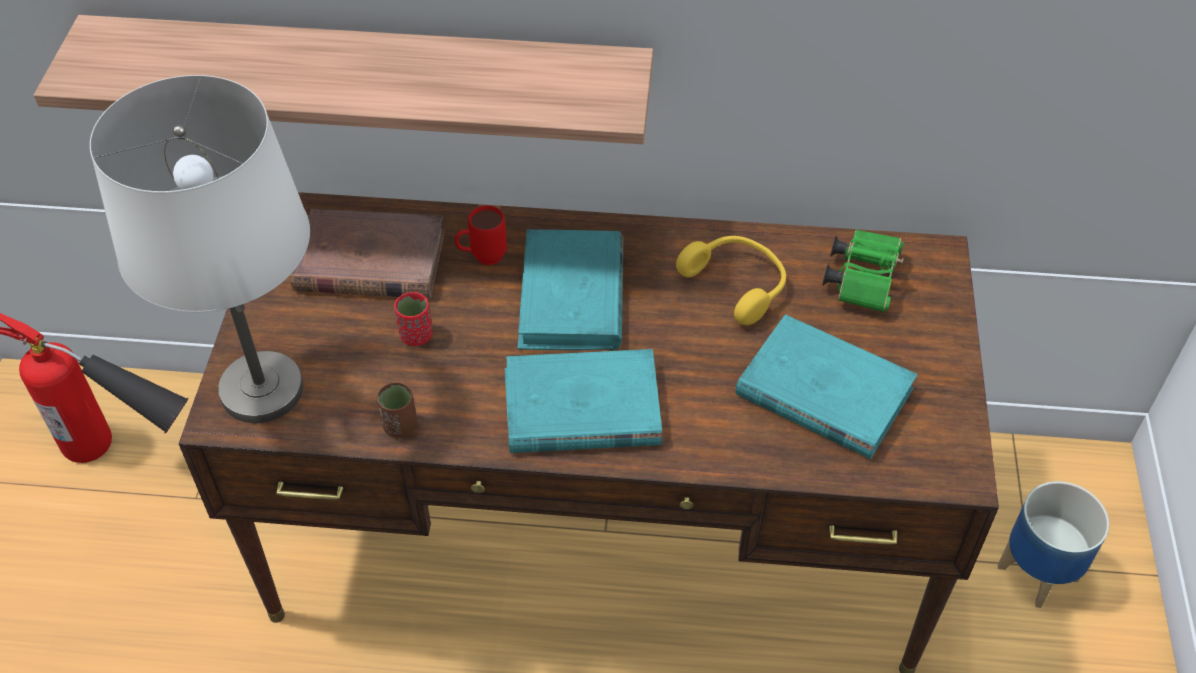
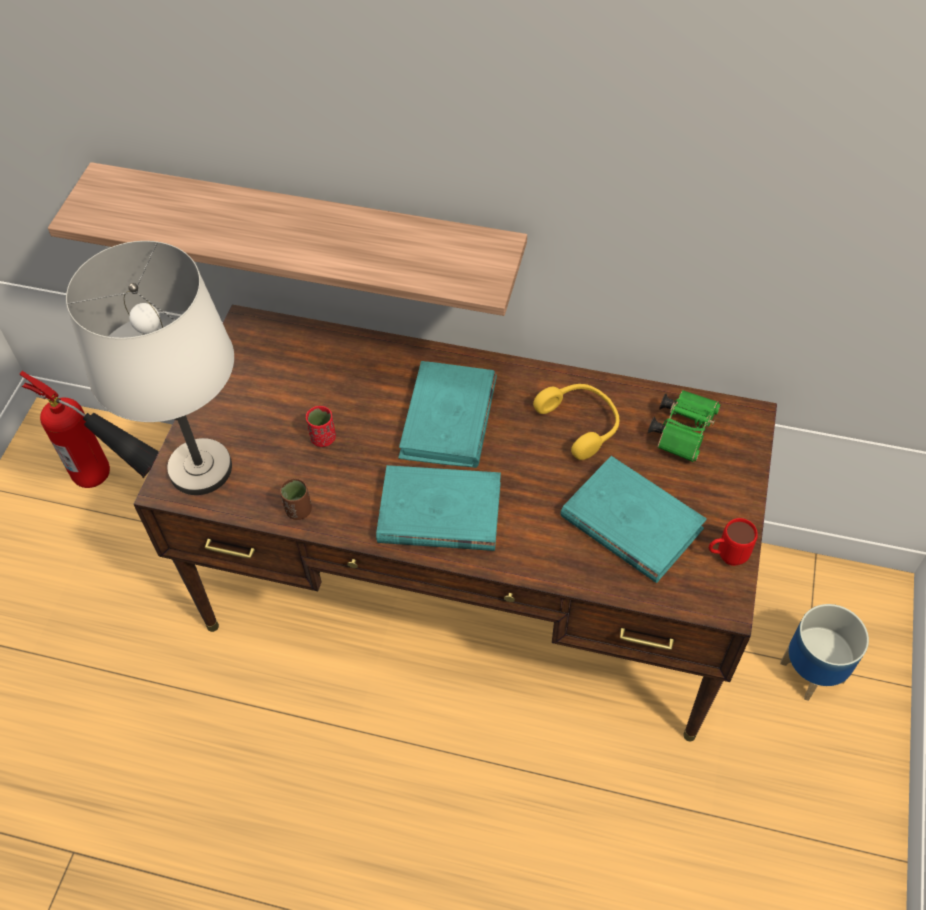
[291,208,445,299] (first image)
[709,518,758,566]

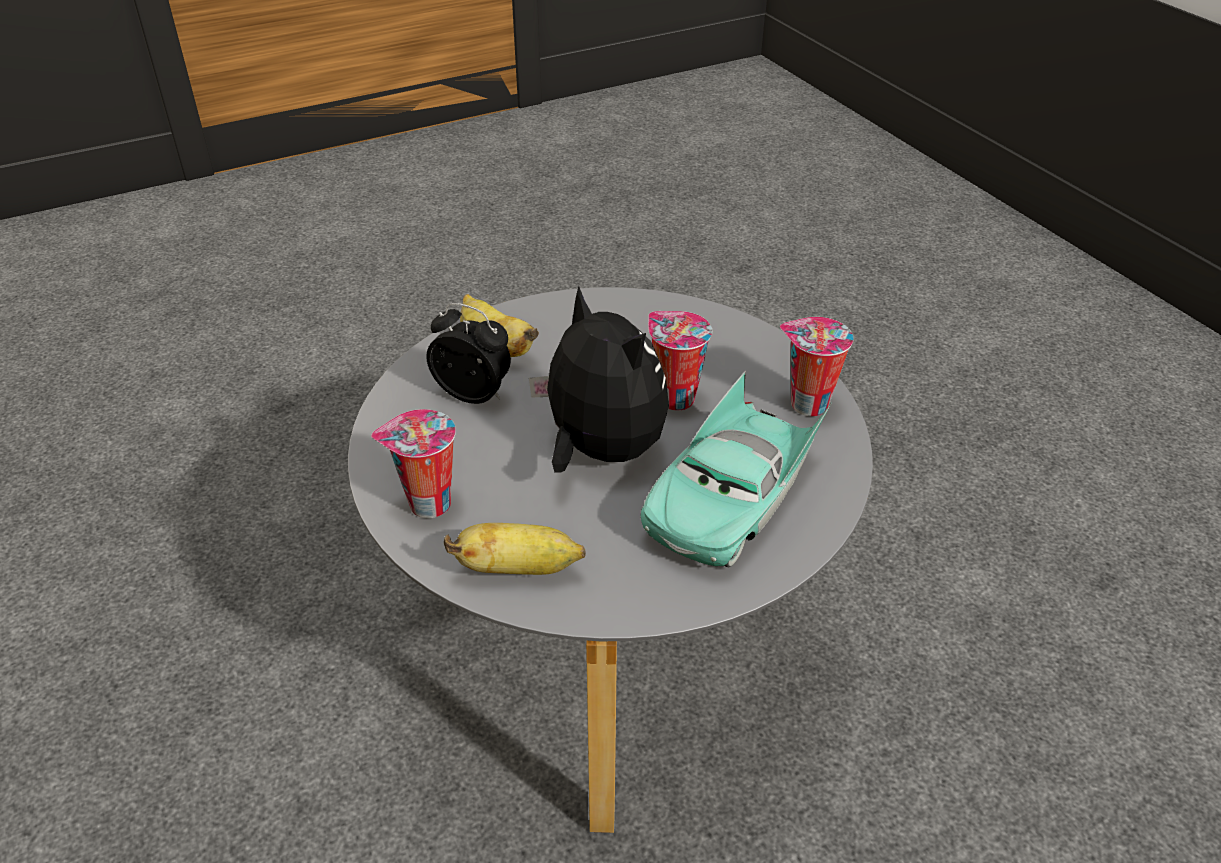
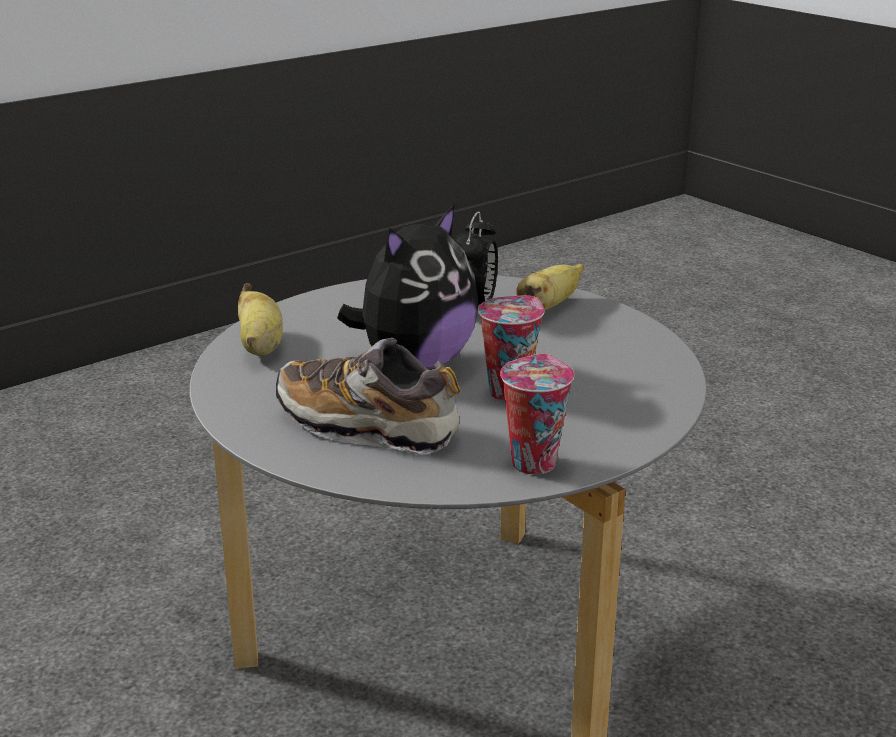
[371,409,456,518] (first image)
[276,338,460,455]

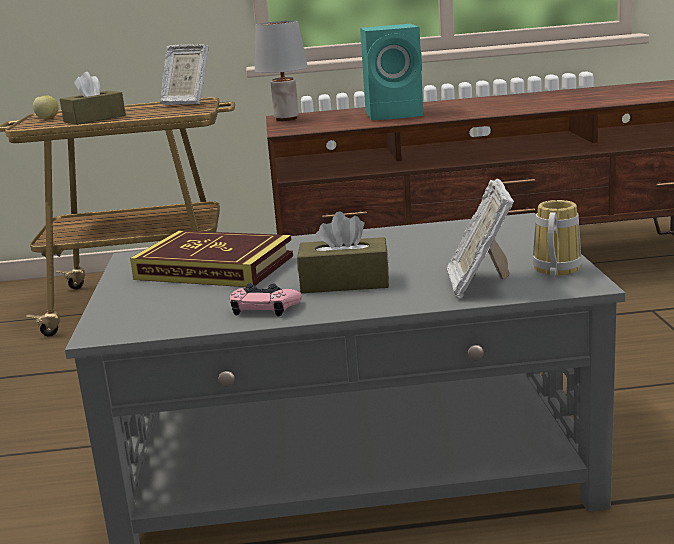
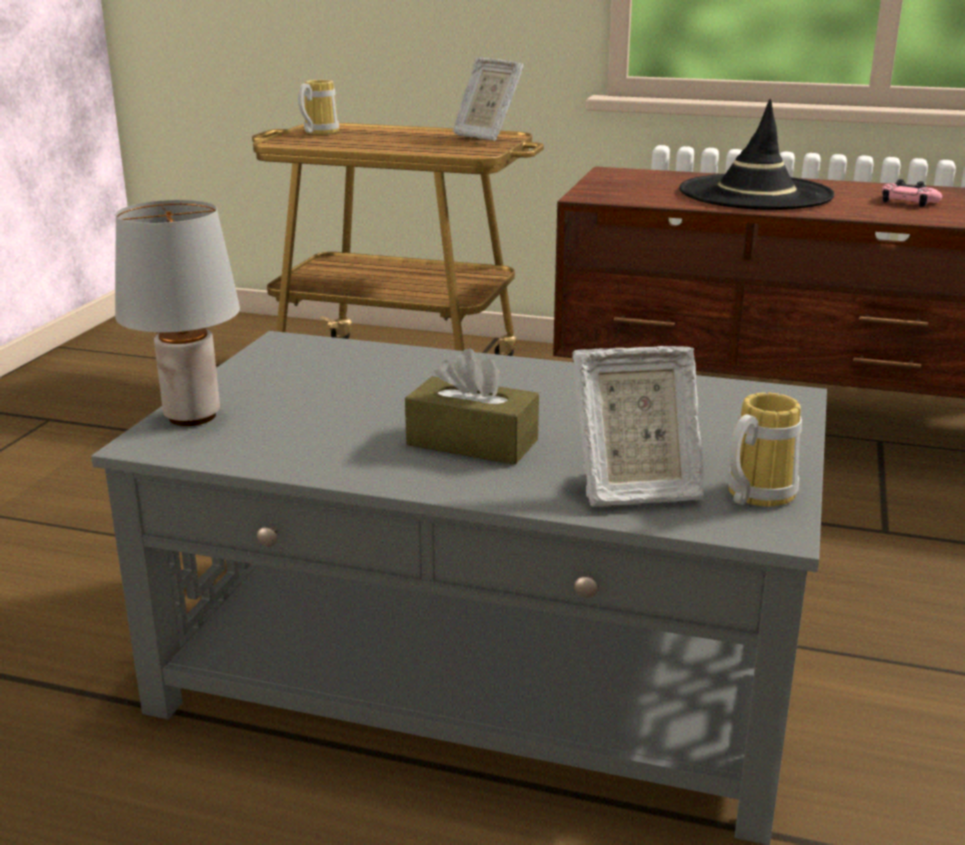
[298,80,339,135]
[60,72,126,125] (first image)
[130,231,293,287] (first image)
[881,179,942,207]
[115,200,240,426]
[679,99,835,210]
[572,346,704,507]

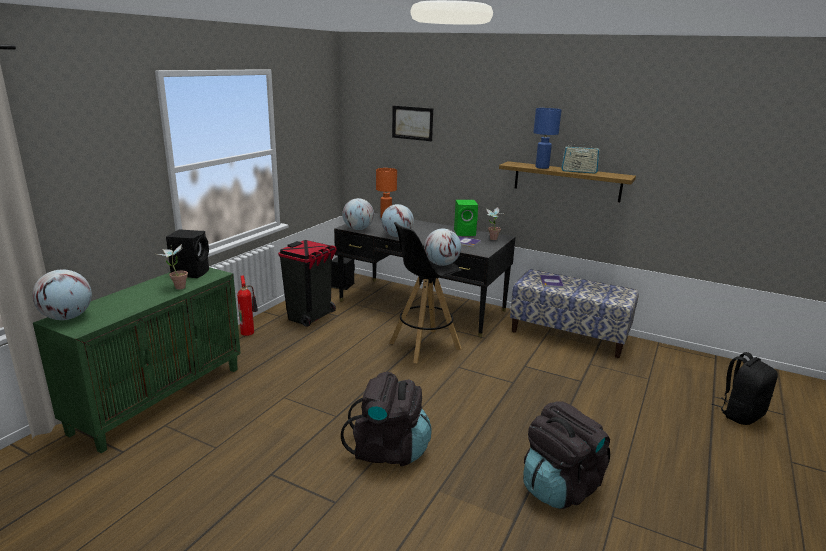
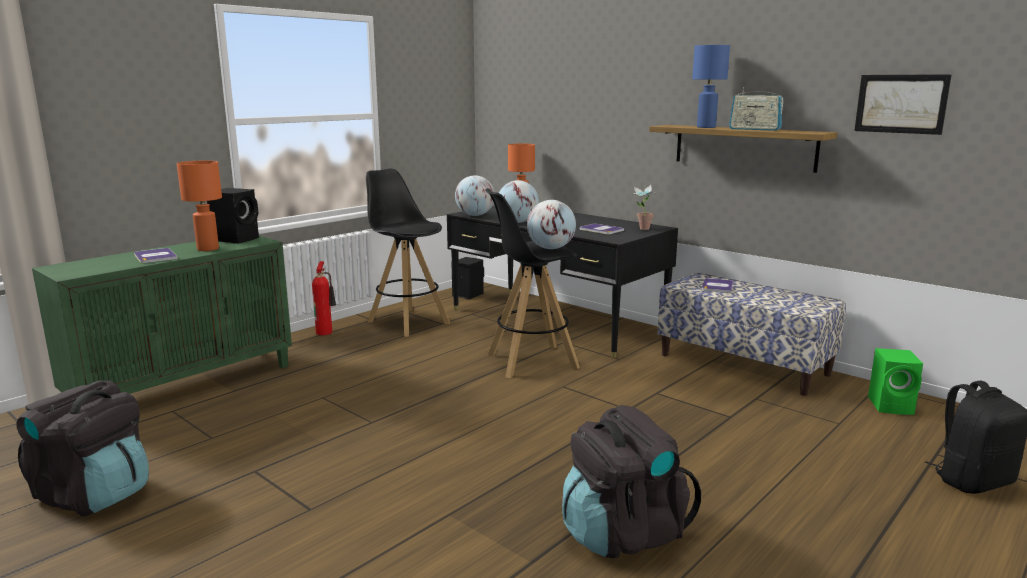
[32,269,92,320] (first image)
[177,161,222,251]
[366,169,450,337]
[16,380,149,516]
[854,74,952,135]
[868,348,923,415]
[134,248,177,263]

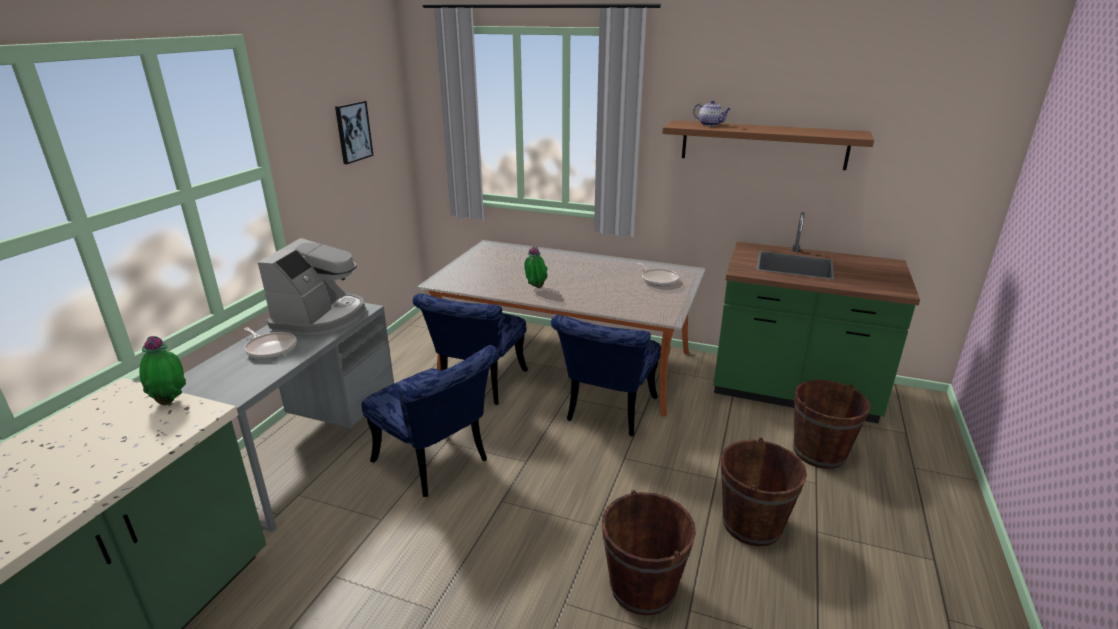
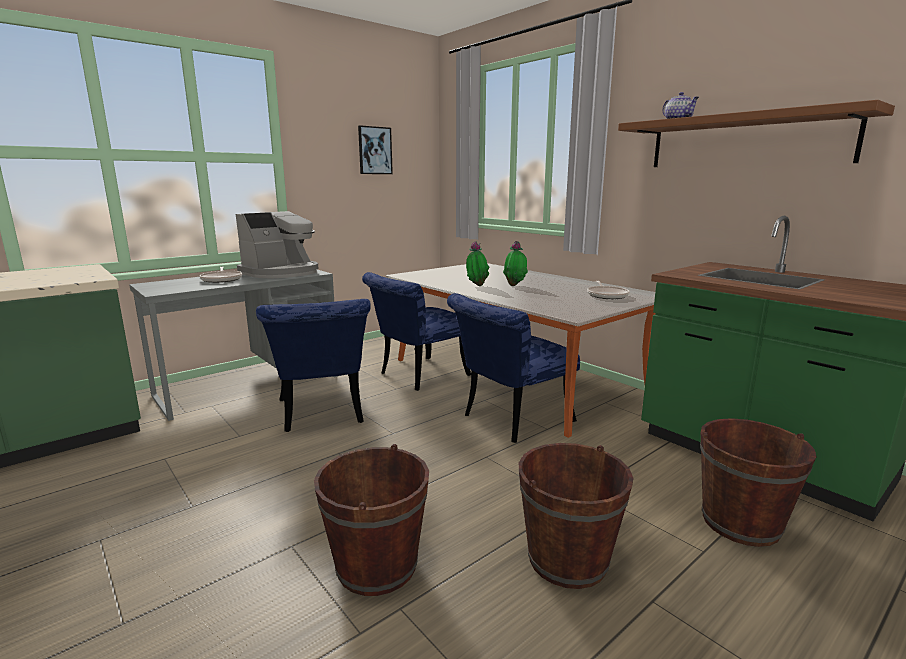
[503,241,528,286]

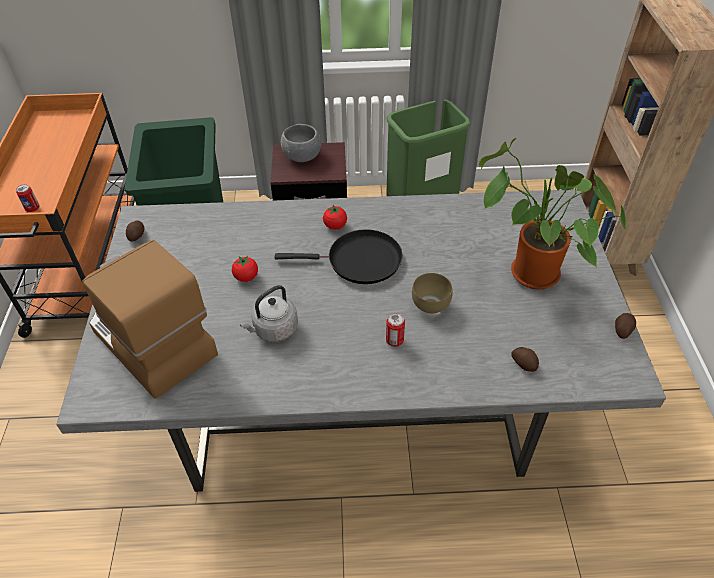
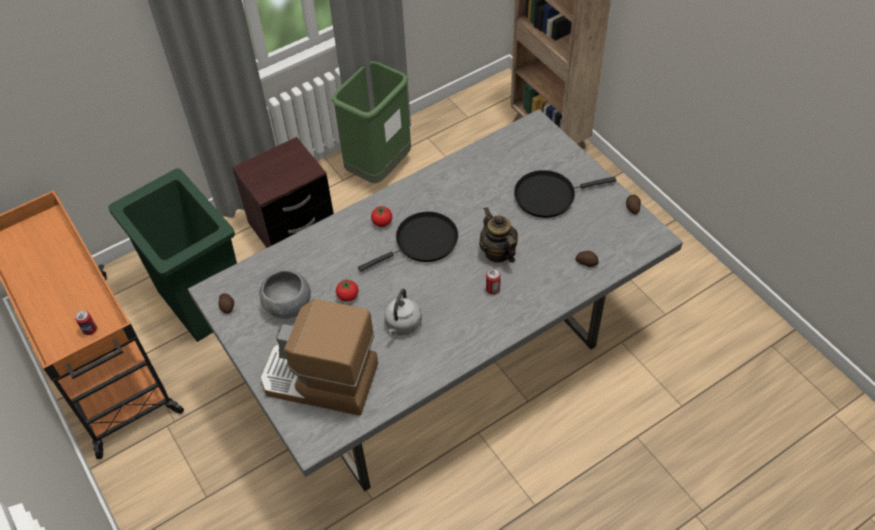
[259,270,311,319]
[479,207,518,263]
[514,170,616,218]

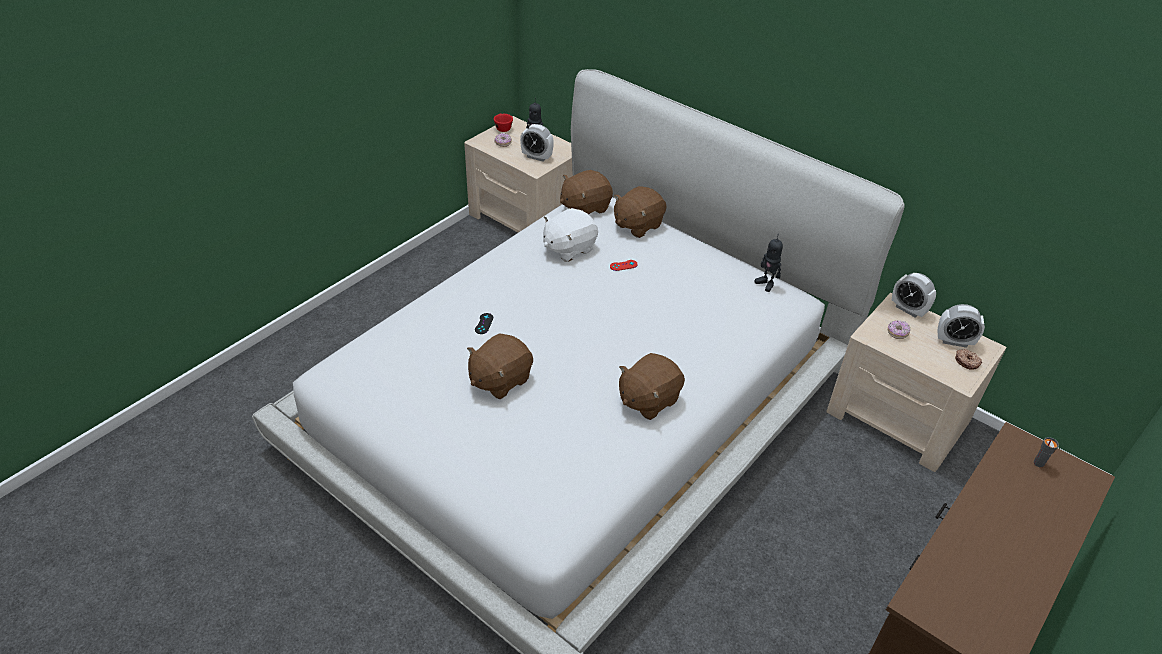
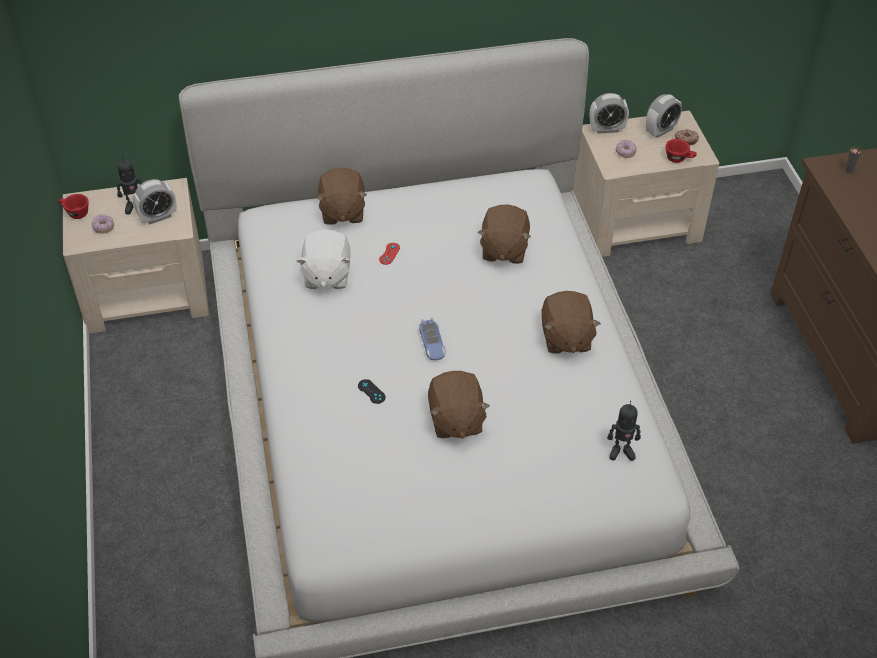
[478,204,531,264]
[607,401,641,461]
[419,317,445,360]
[666,139,697,163]

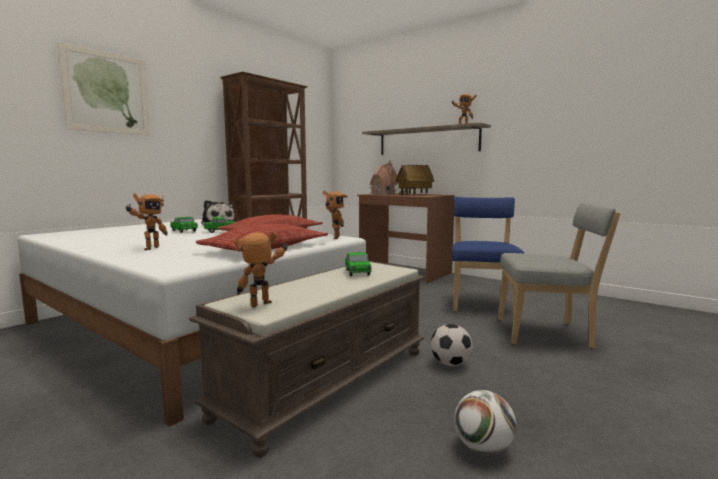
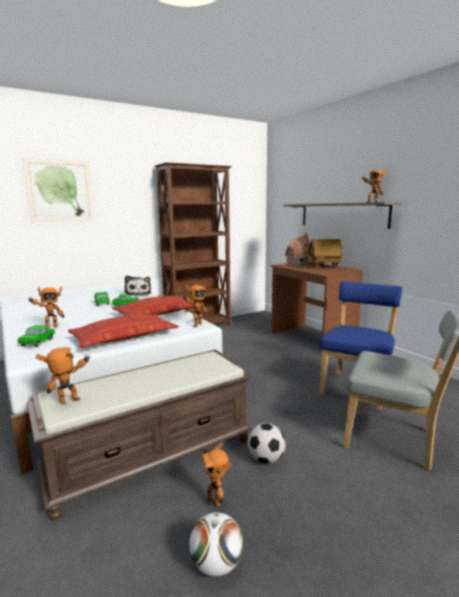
[18,325,55,347]
[201,442,231,506]

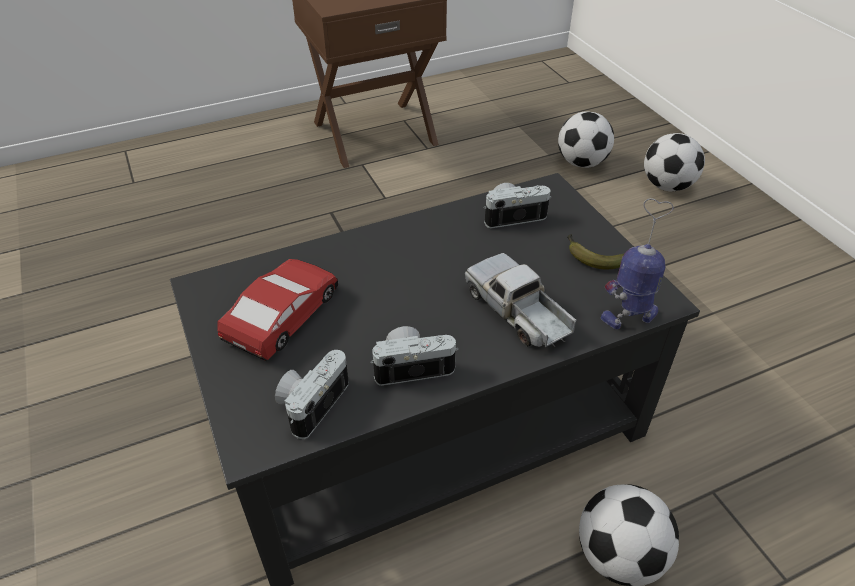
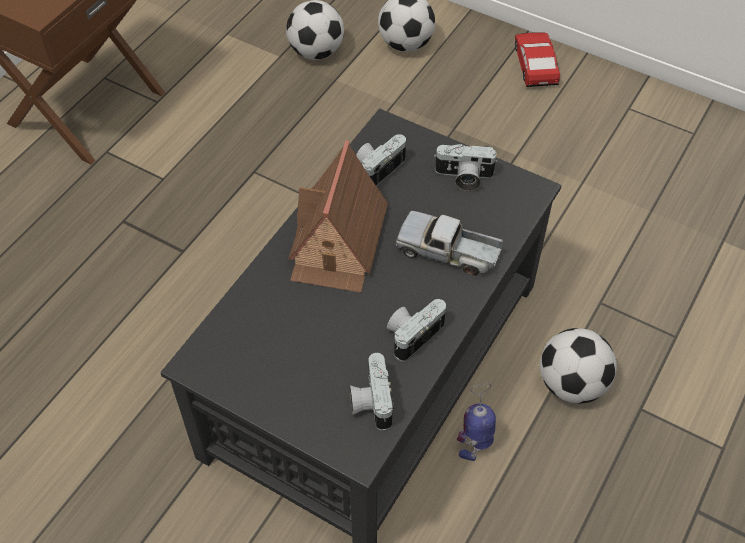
[515,32,560,87]
[434,144,498,191]
[456,383,496,461]
[288,140,388,292]

